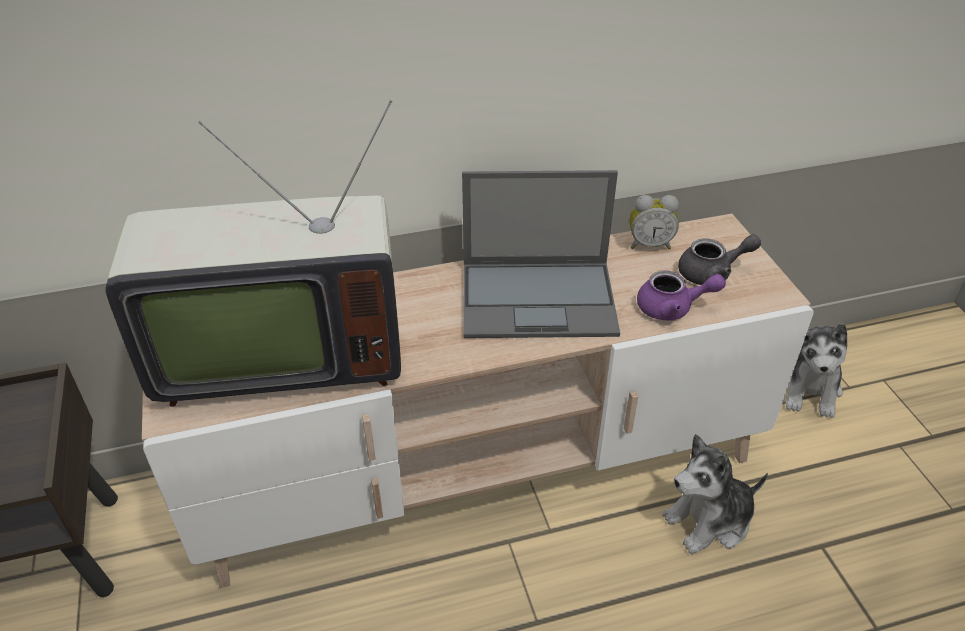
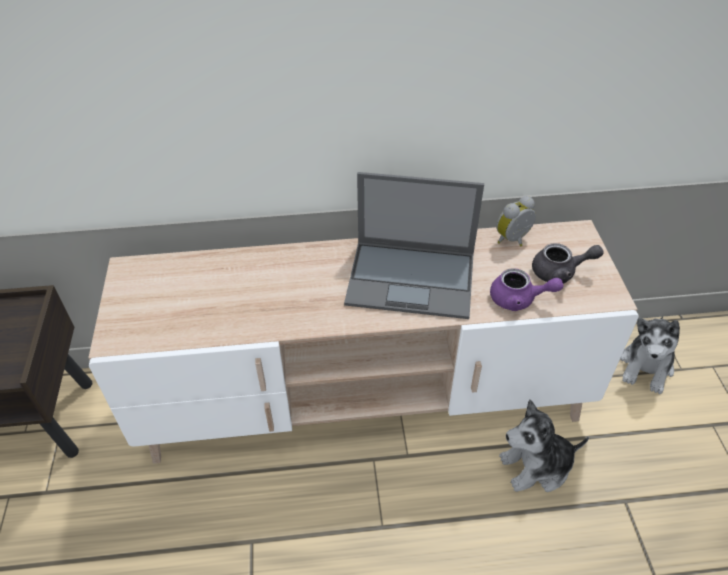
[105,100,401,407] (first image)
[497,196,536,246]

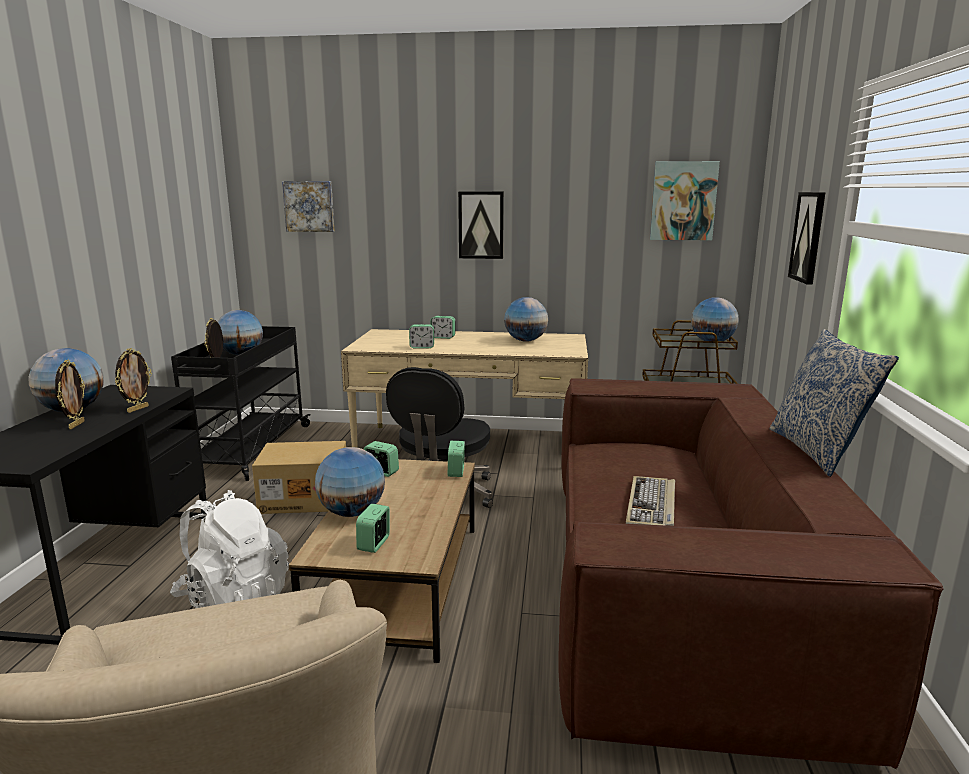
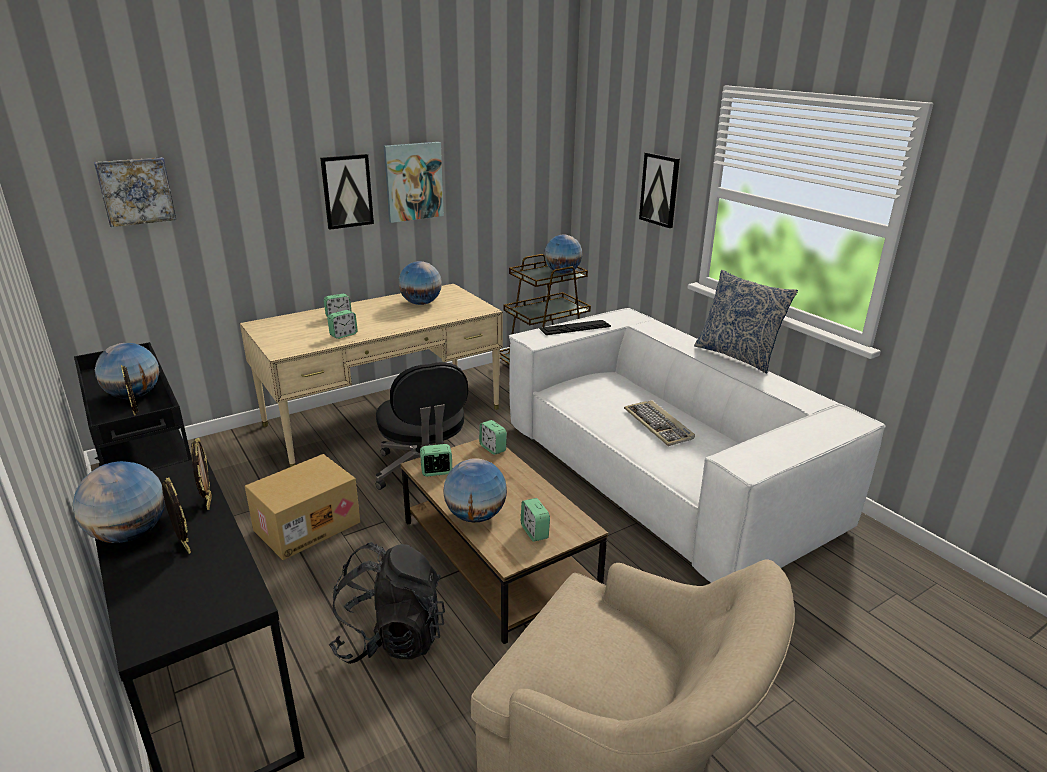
[329,542,445,664]
[509,308,886,583]
[384,142,444,223]
[539,320,611,335]

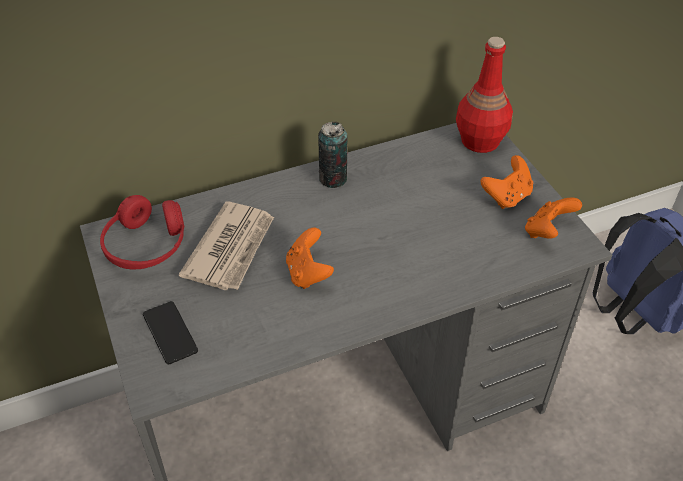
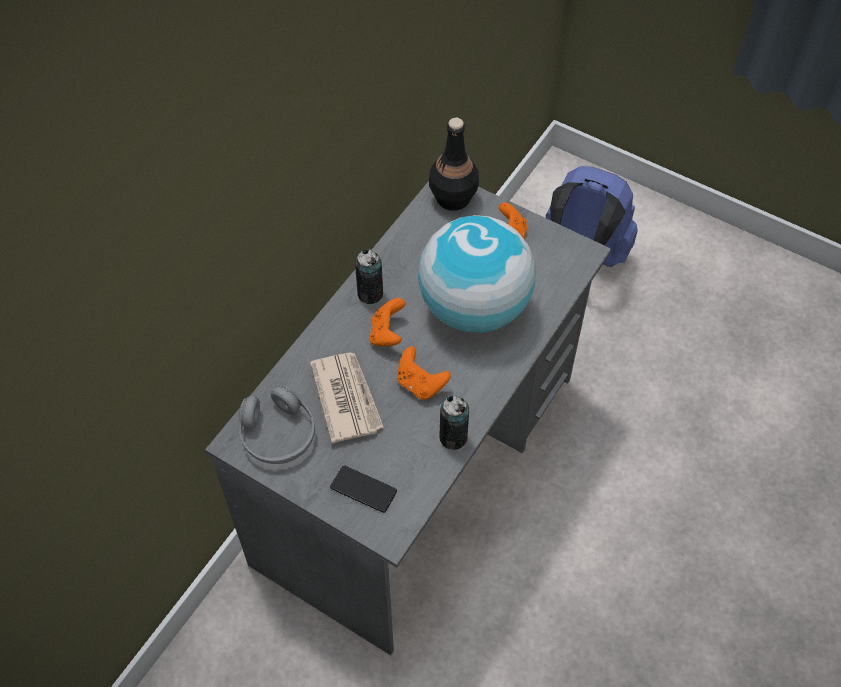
[239,385,315,464]
[429,118,479,211]
[370,298,405,347]
[418,215,536,333]
[439,395,469,450]

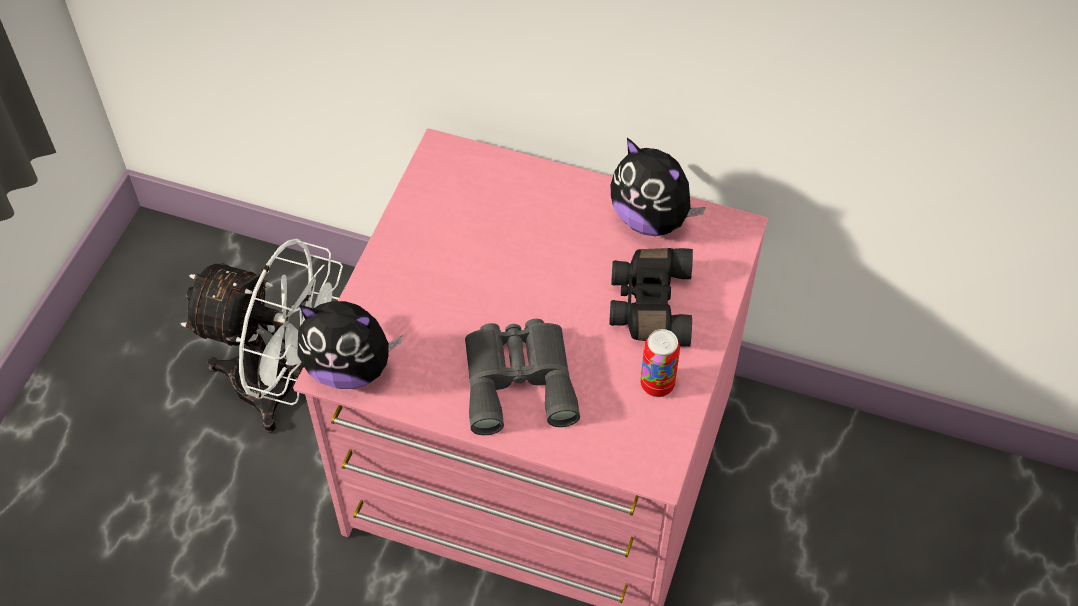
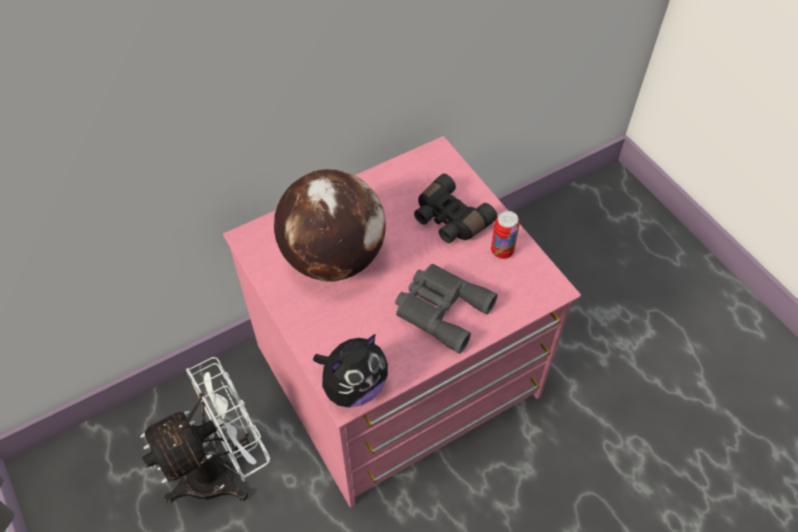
[611,138,706,236] (first image)
[274,169,386,282]

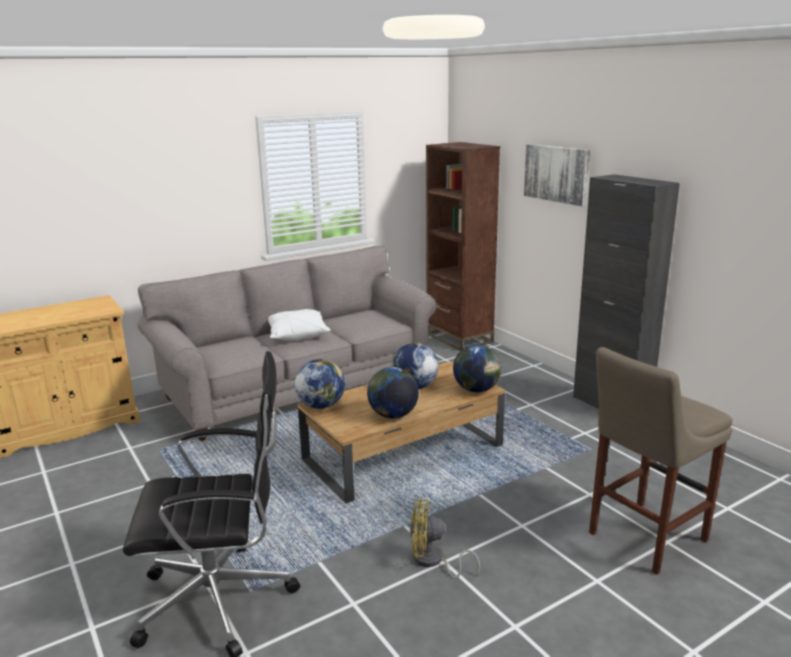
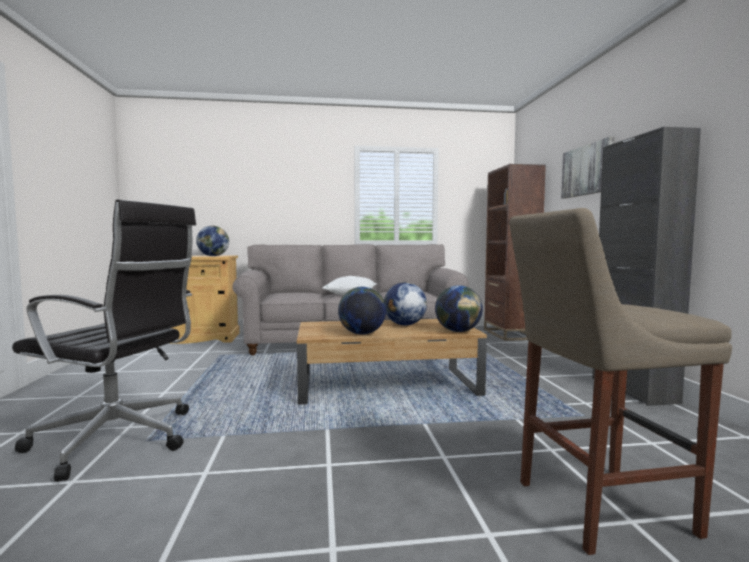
[196,226,229,256]
[410,499,480,579] (first image)

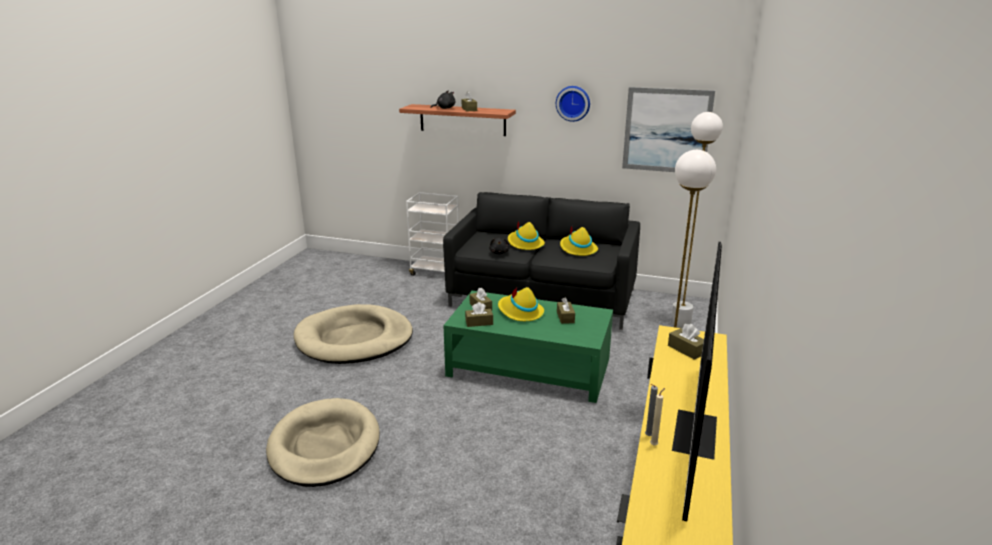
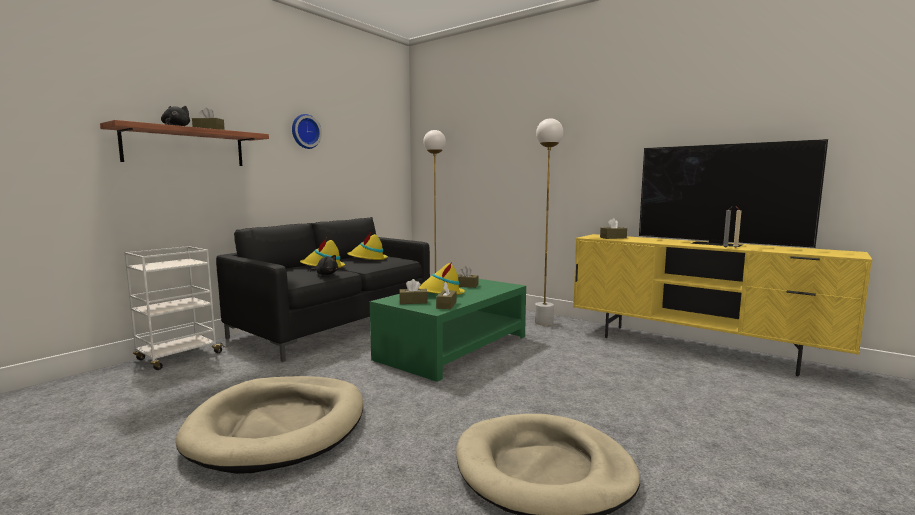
[622,87,715,172] (first image)

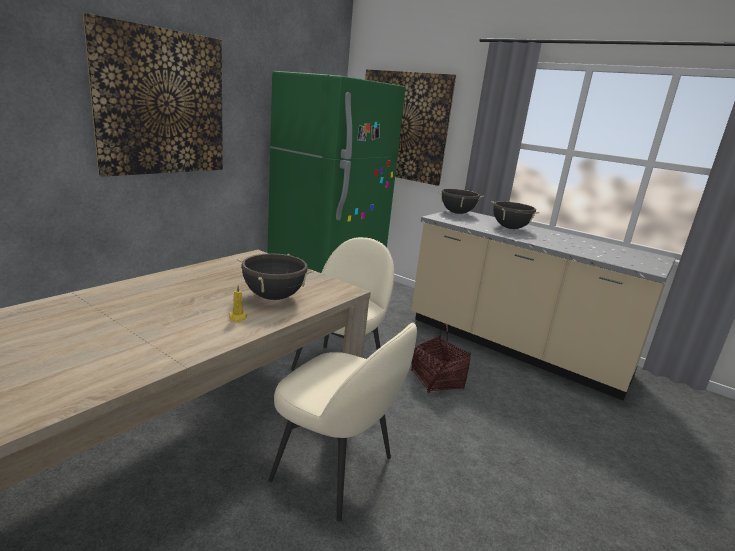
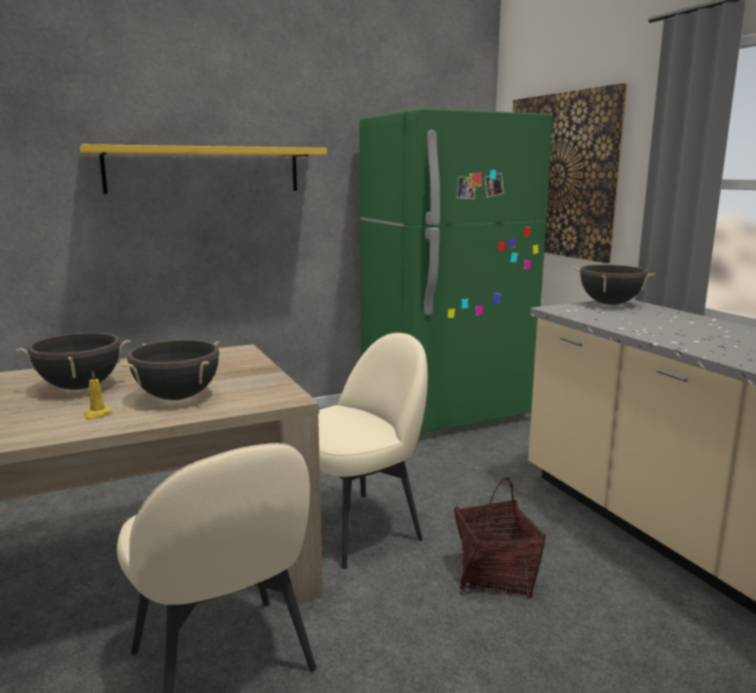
[80,144,327,194]
[16,333,131,390]

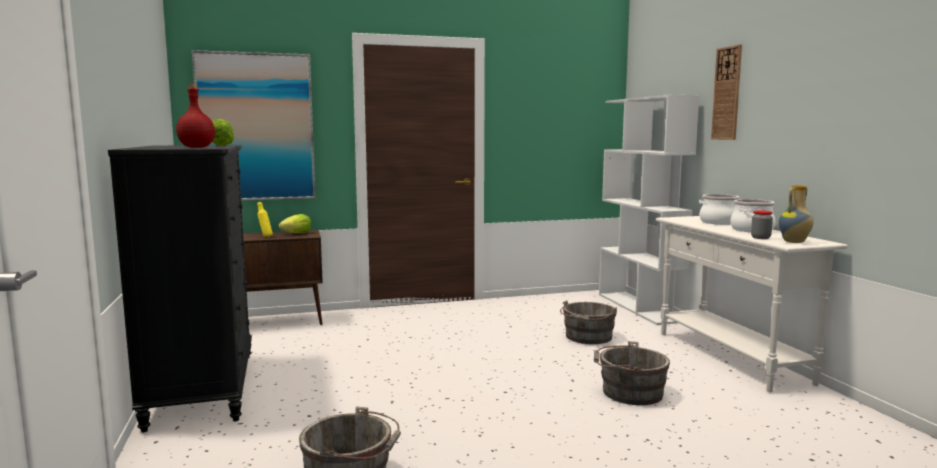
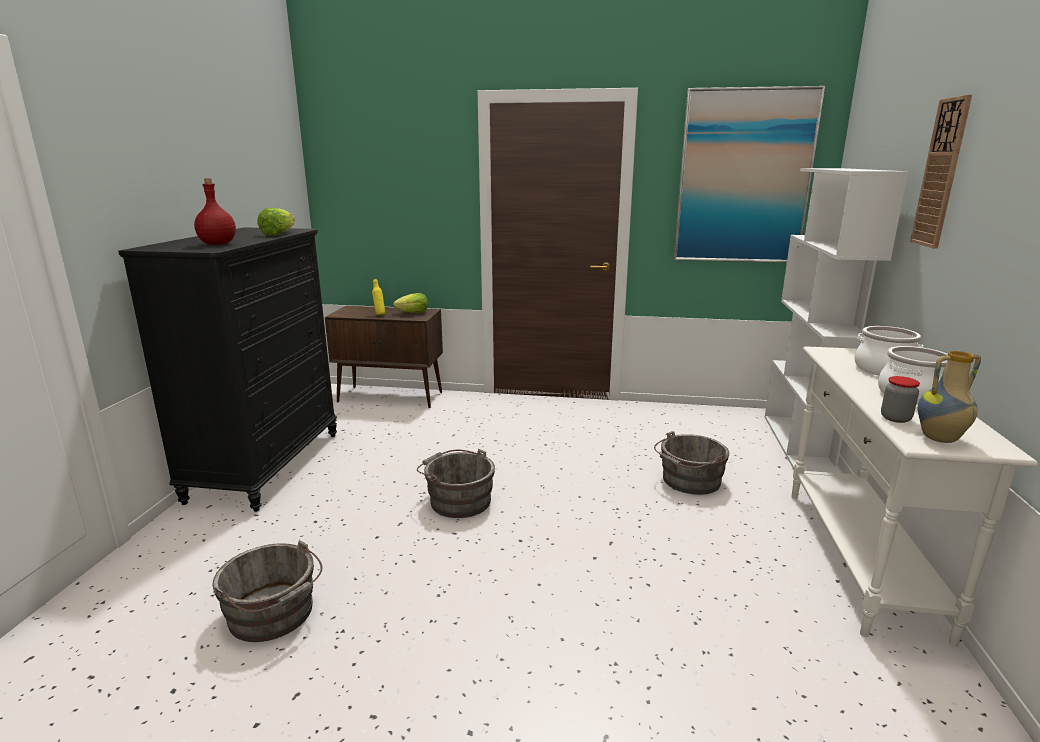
[674,86,825,263]
[417,449,495,518]

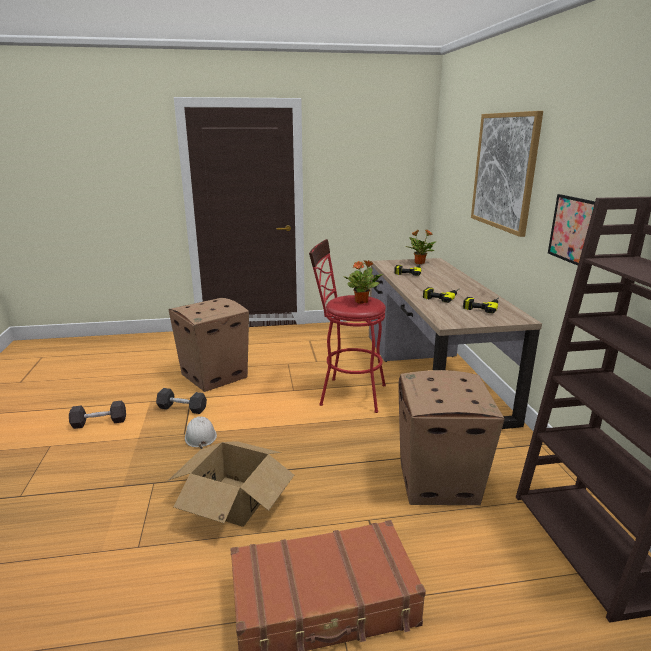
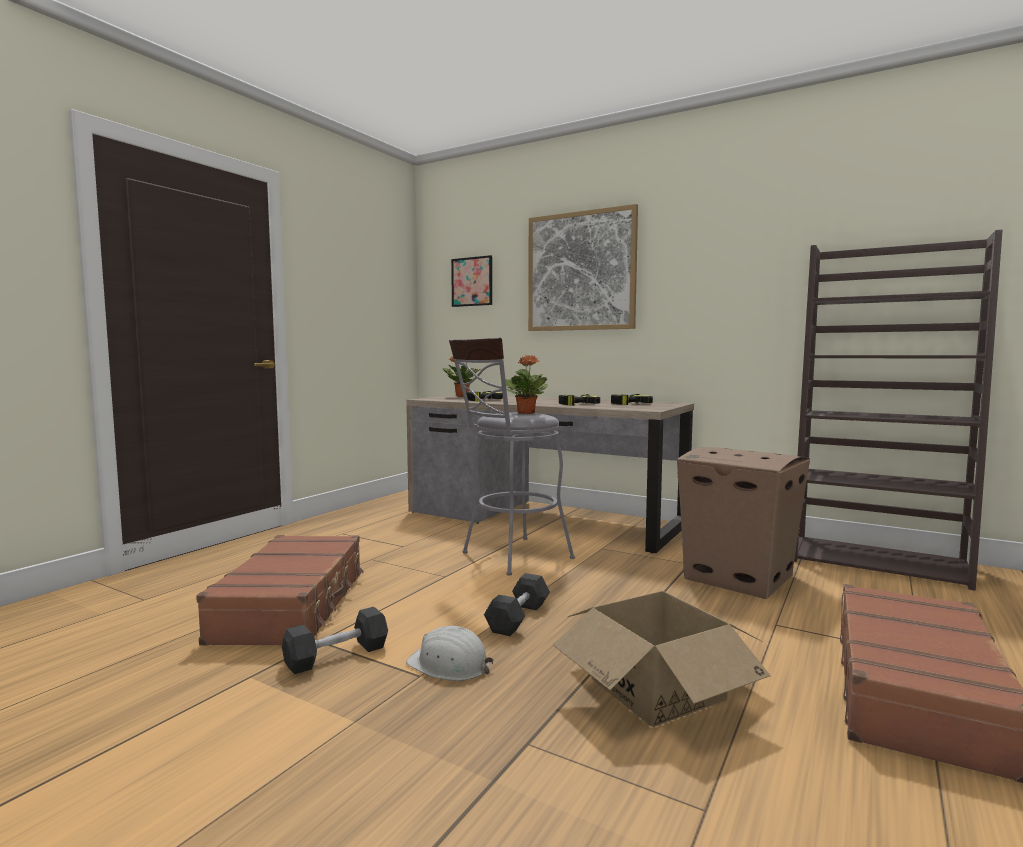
[484,573,550,636]
[196,535,364,645]
[449,338,575,575]
[451,255,492,307]

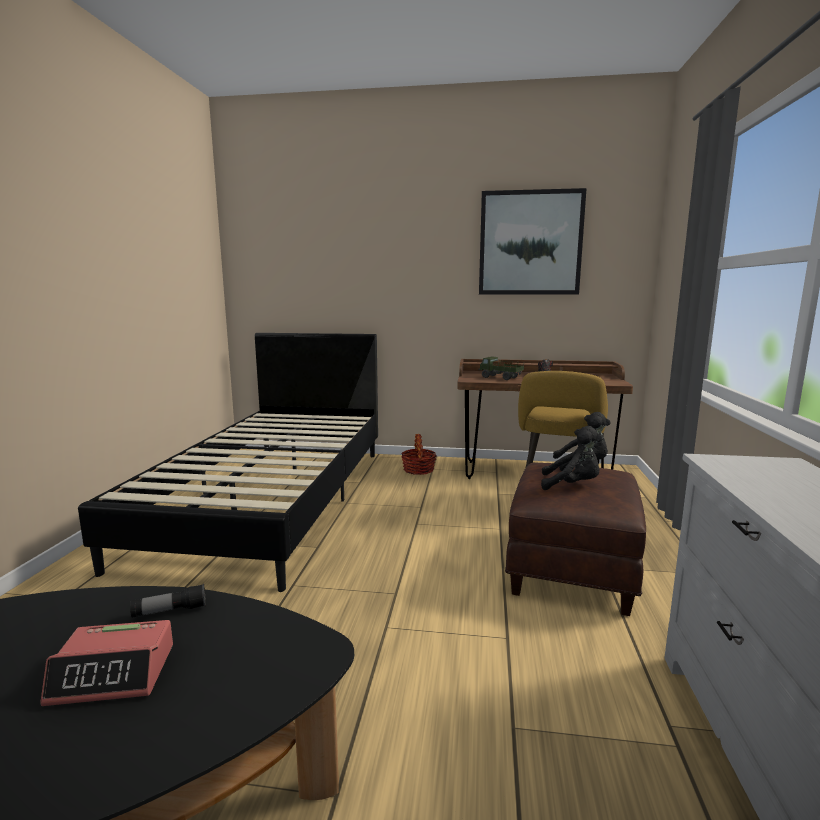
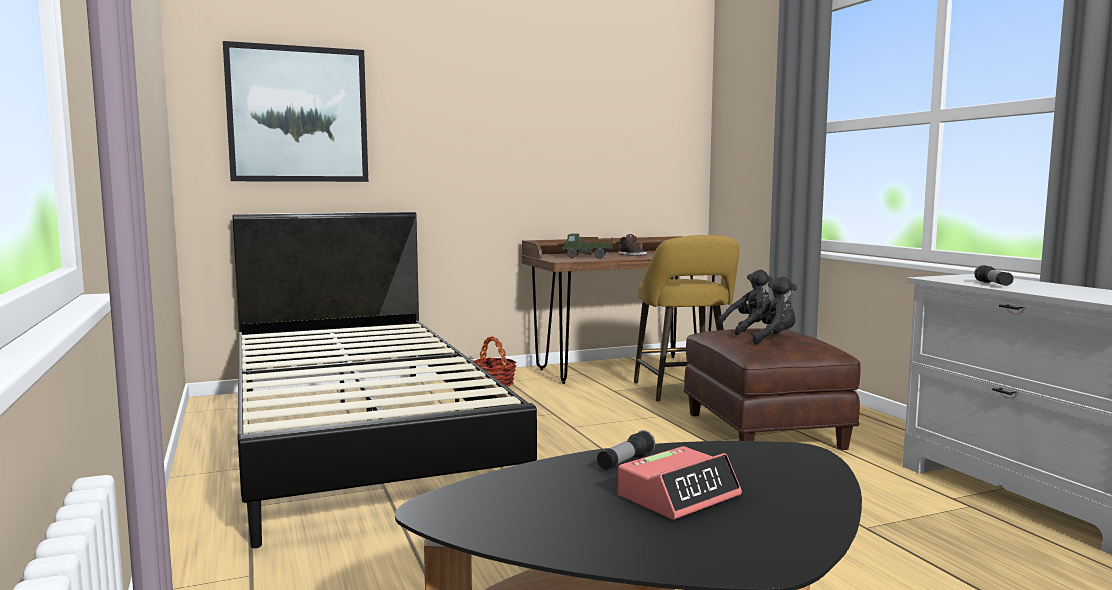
[223,41,368,182]
[974,265,1014,286]

